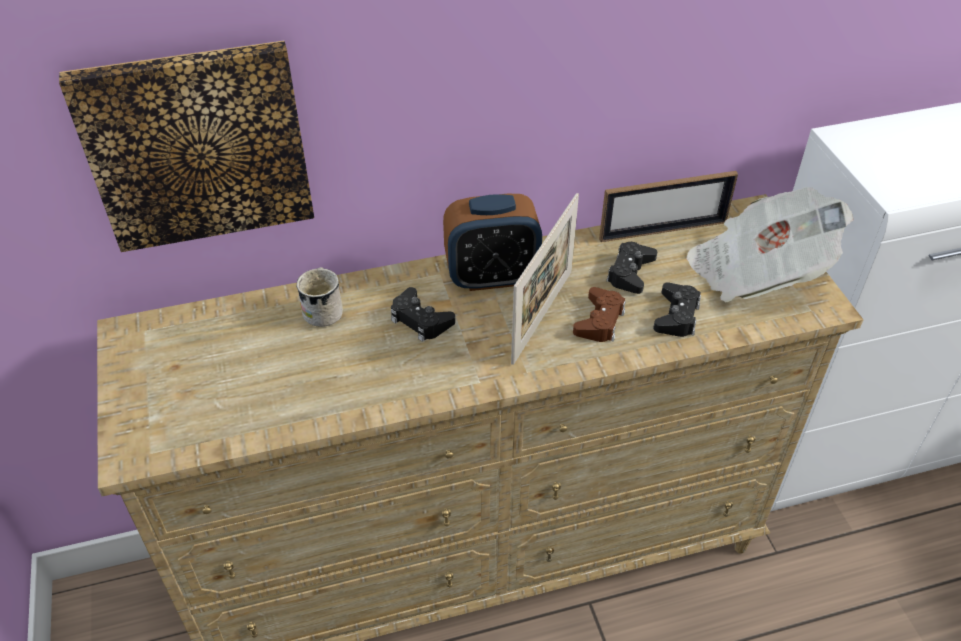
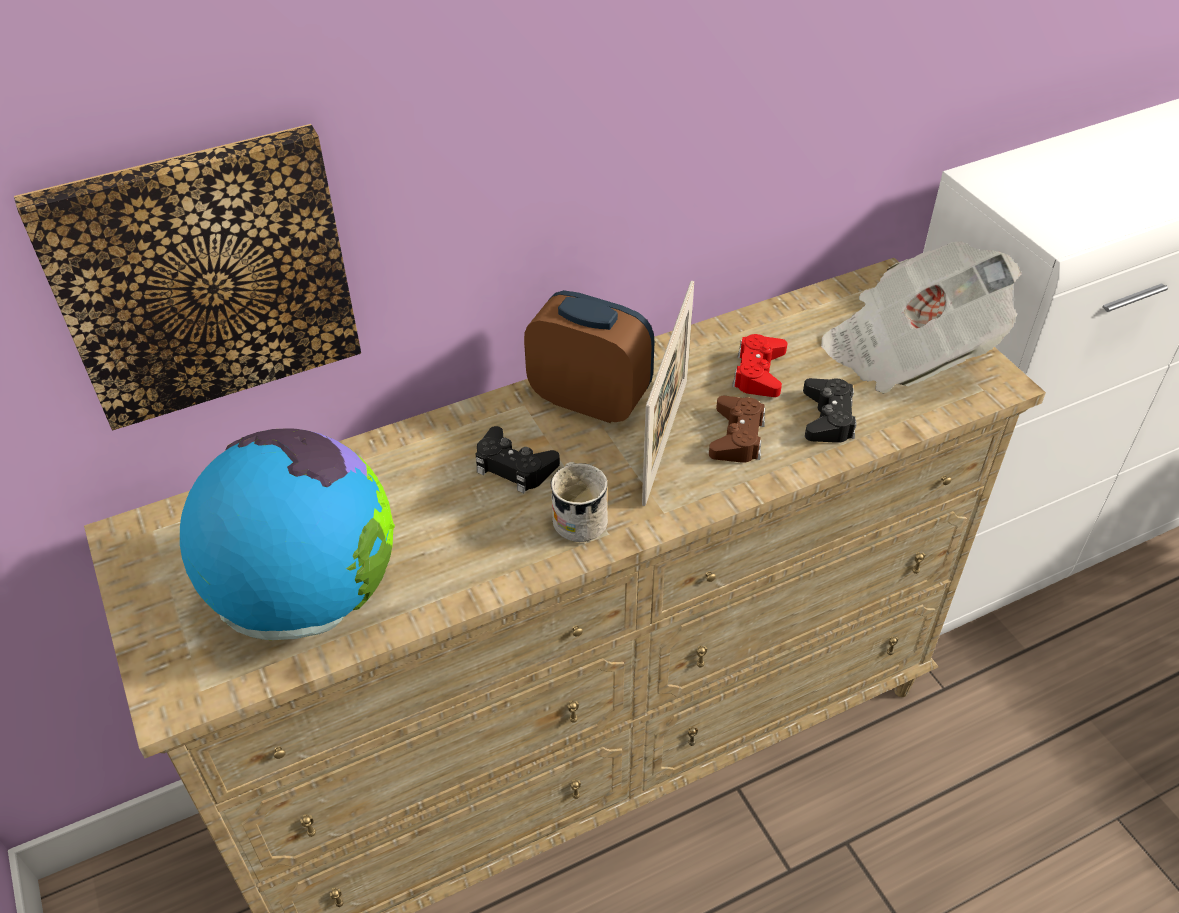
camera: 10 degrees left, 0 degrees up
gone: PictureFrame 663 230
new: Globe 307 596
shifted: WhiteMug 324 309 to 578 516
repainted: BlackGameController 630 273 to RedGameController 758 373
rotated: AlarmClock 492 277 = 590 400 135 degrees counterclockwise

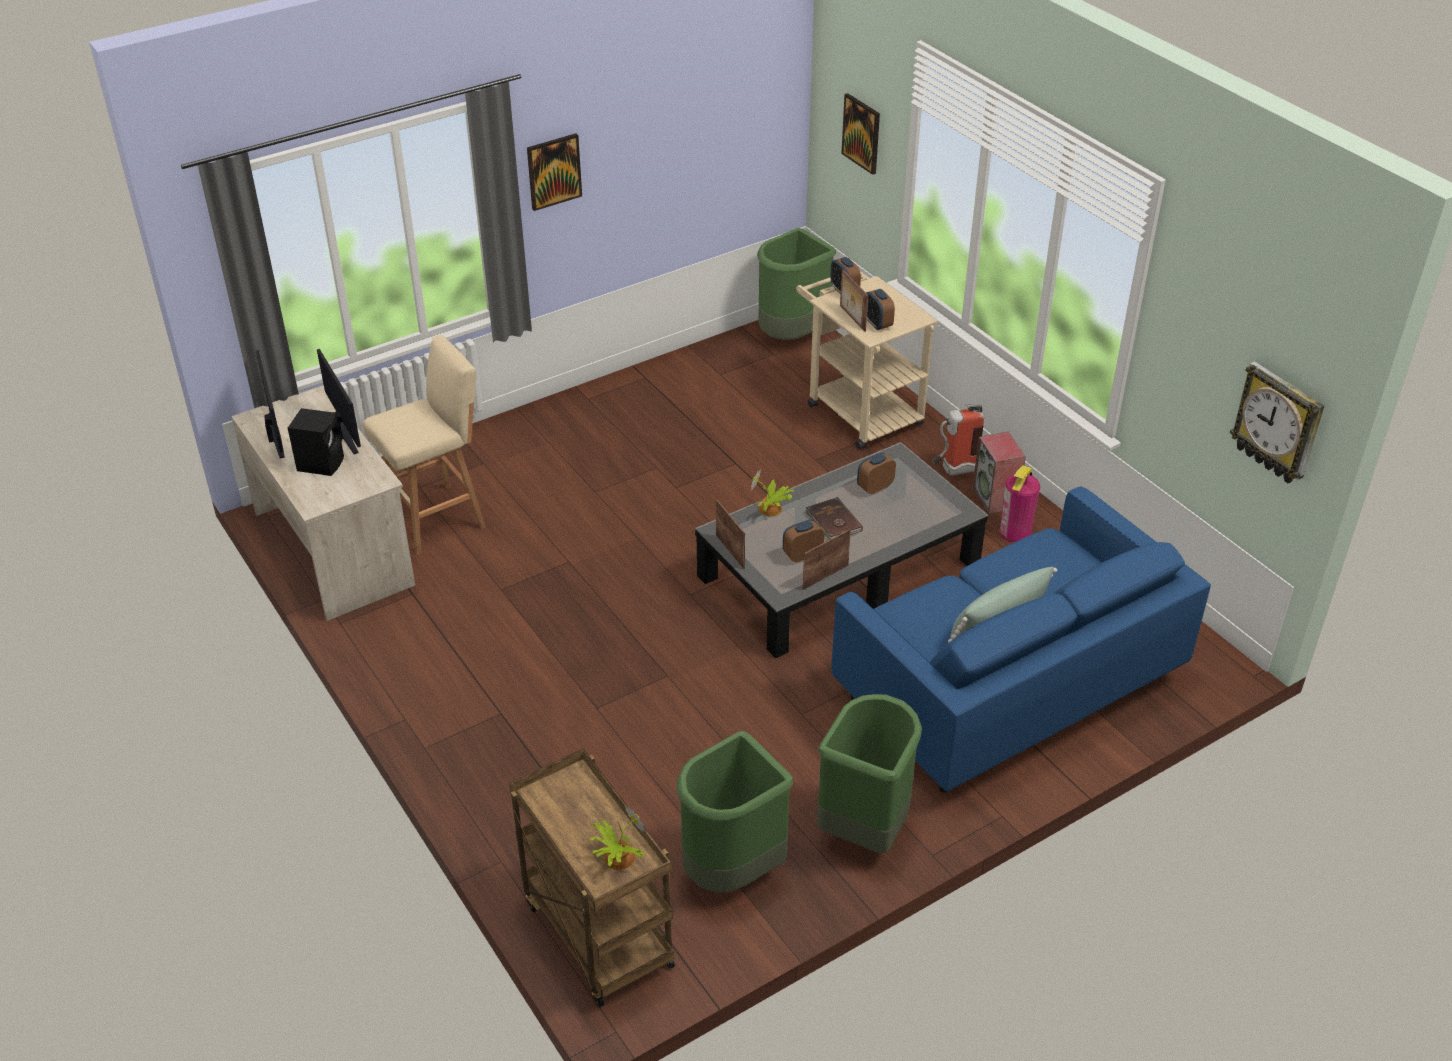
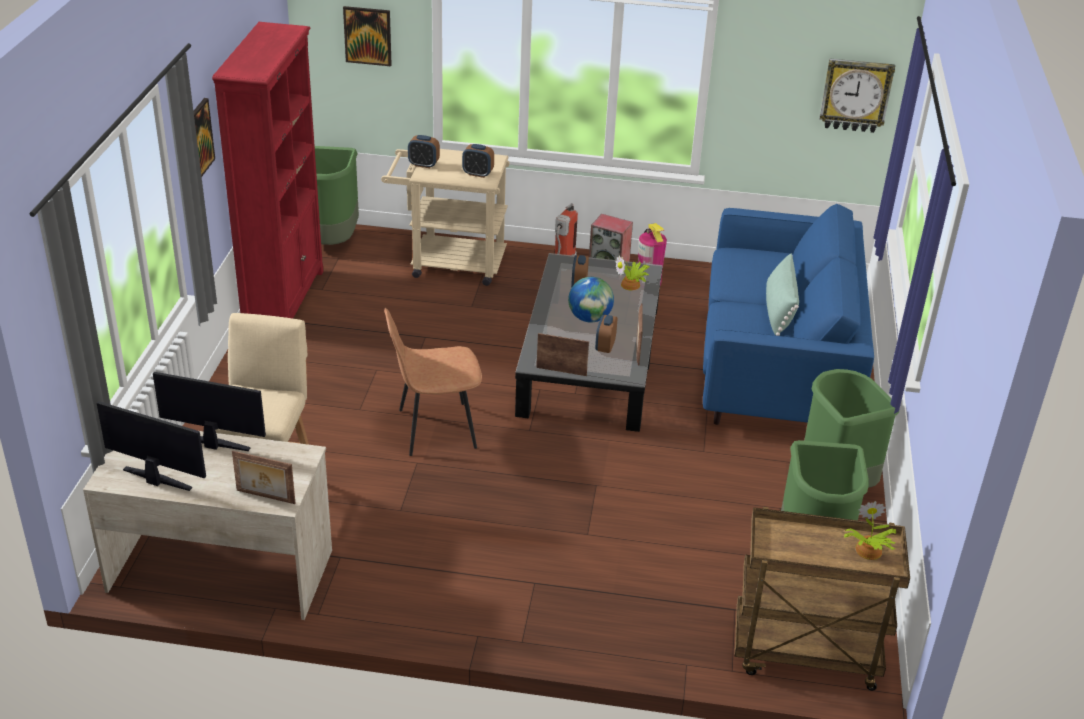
camera: 50 degrees left, 5 degrees down
gone: BlackSpeaker 322 463
new: RedBookcase 284 299; BrownChair 434 429
shifted: PictureFrame 851 318 to 265 497; PottedPlant 771 510 to 631 285
swapped: BrownBook 833 522 to Globe 589 318

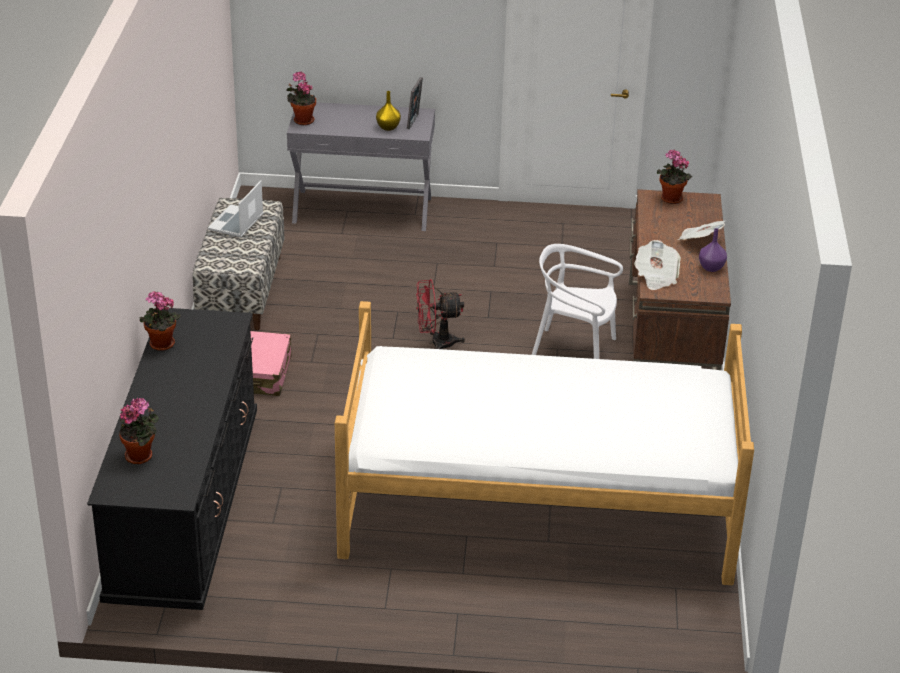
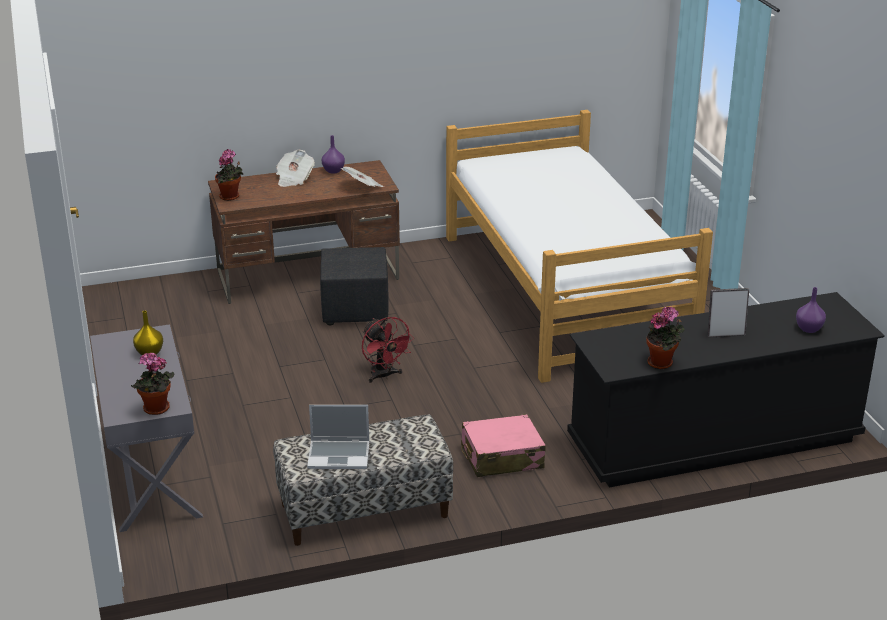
camera: 110 degrees left, 5 degrees down
shifted: PictureFrame 414 122 to 725 334
swapped: WhiteChair 574 352 to BlackOttoman 354 311; PottedPlant 141 456 to PurpleVase 808 328

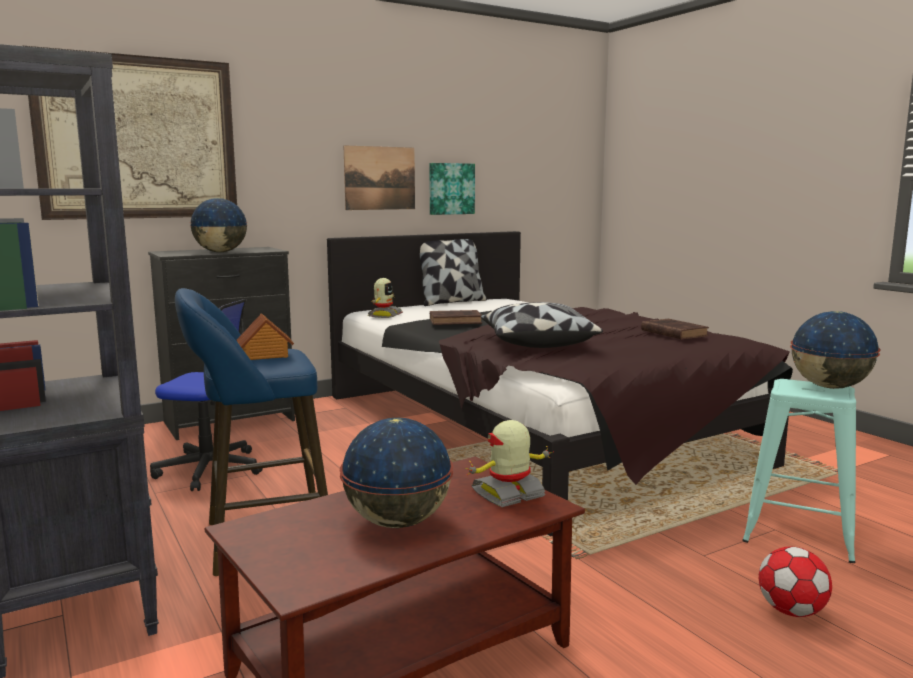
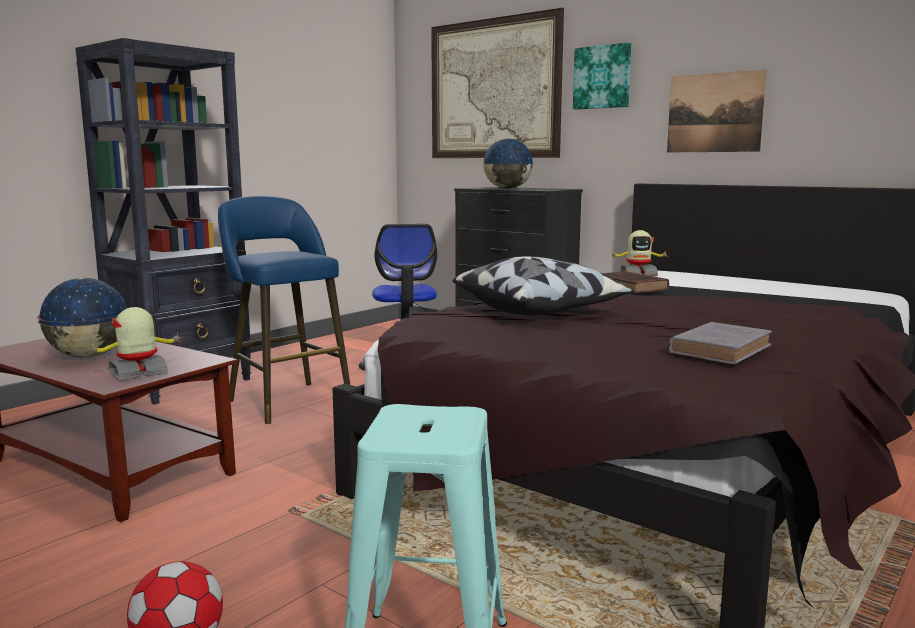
camera: 70 degrees right, 0 degrees up
gone: ToyHouse 265 355; Pillow 451 302; Globe 830 387
shifted: Picture 451 189 to 602 77
repainted: BrownBook 672 333 to GreyBook 721 349
rotated: ToyRobot 509 494 = 138 373 75 degrees counterclockwise

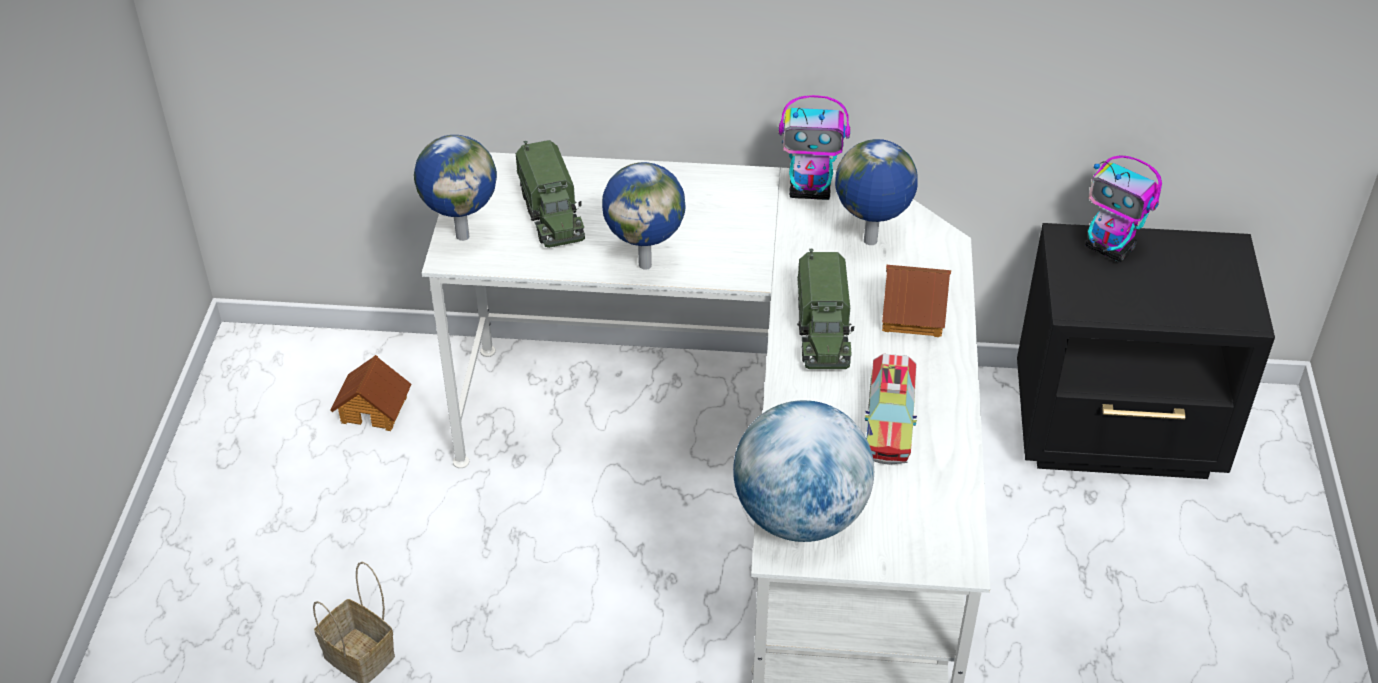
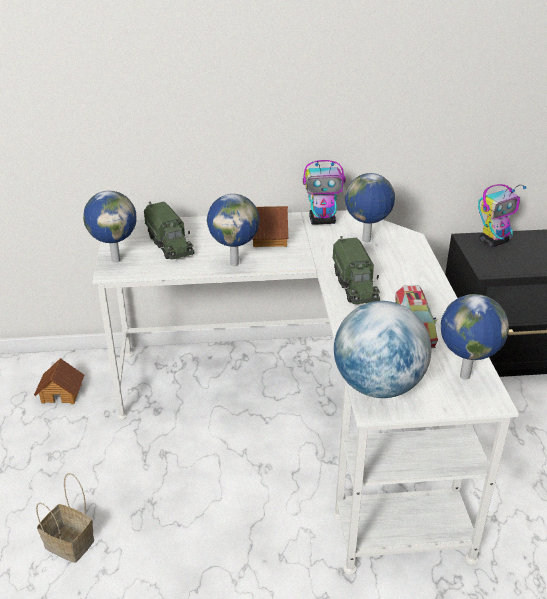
camera: 10 degrees left, 10 degrees down
new: Globe 463 375
shifted: ToyHouse 911 312 to 268 237
rotated: ToyRobot 1110 249 = 494 241 60 degrees counterclockwise

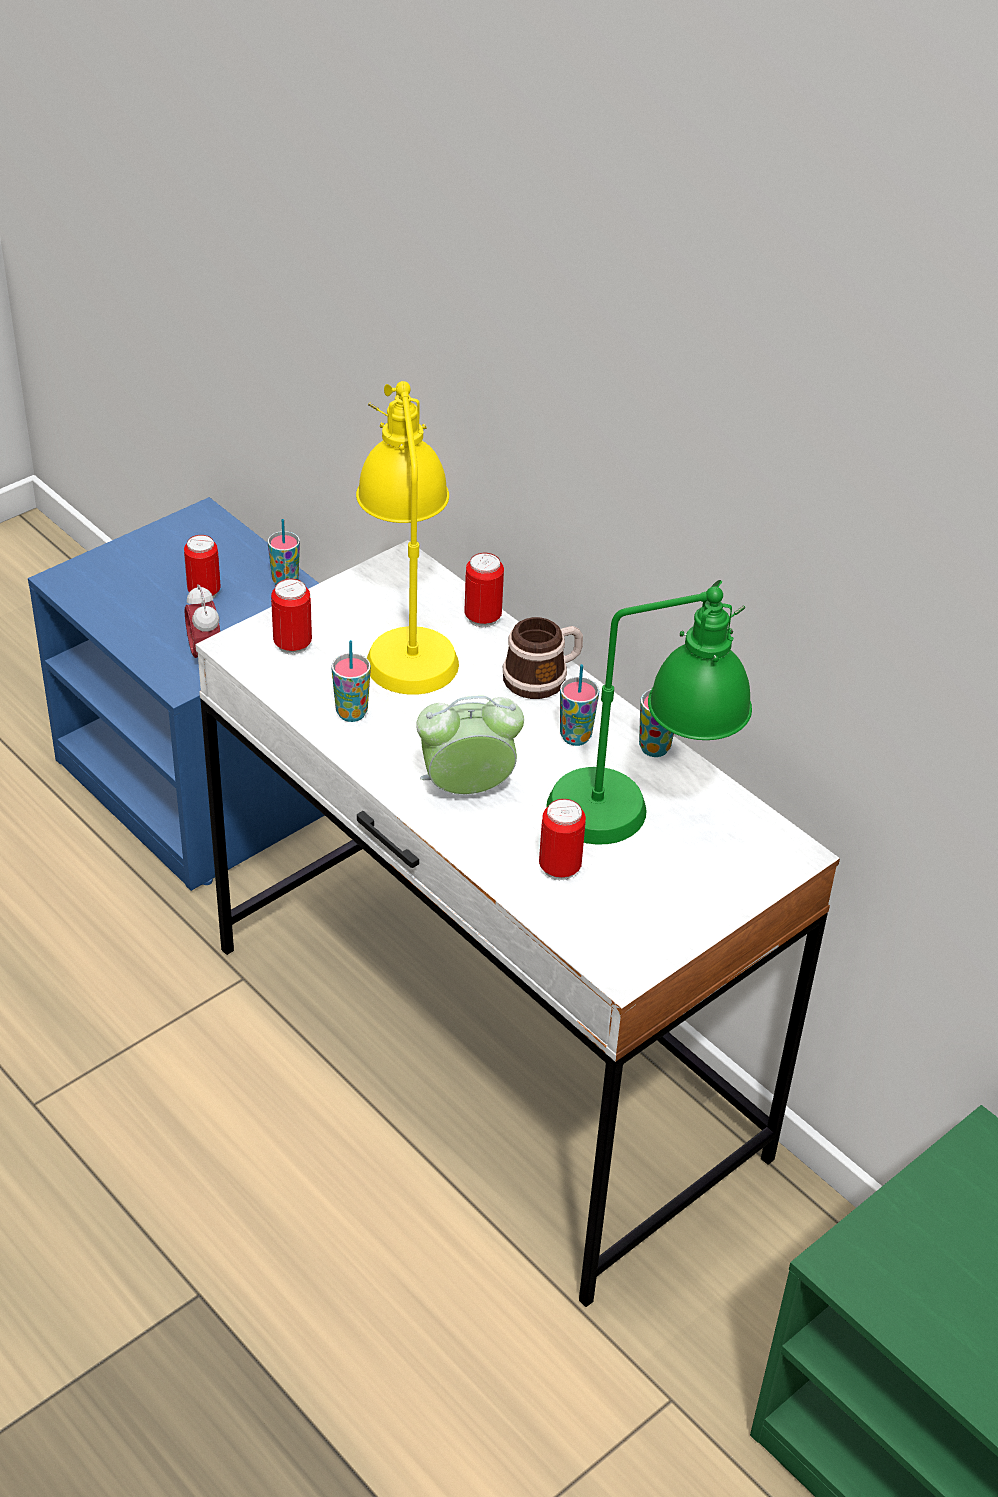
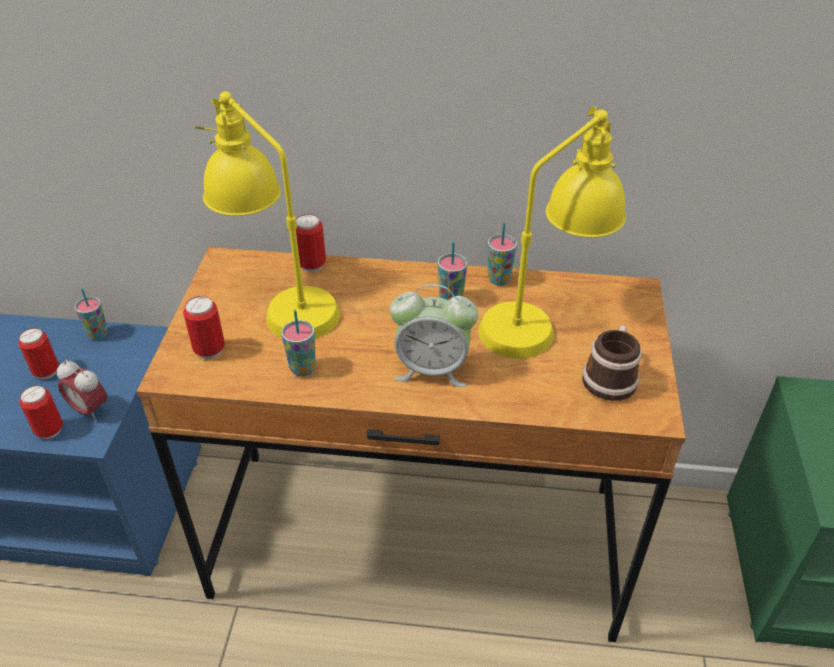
camera: 40 degrees left, 0 degrees up
shifted: Can 559 868 to 49 430; Mug 543 677 to 610 377
repainted: WhiteDesk 486 1052 to BrownDesk 417 541; GreenTableLamp 641 815 to YellowTableLamp 542 320
rotated: AlarmClock 467 789 = 432 369 120 degrees counterclockwise

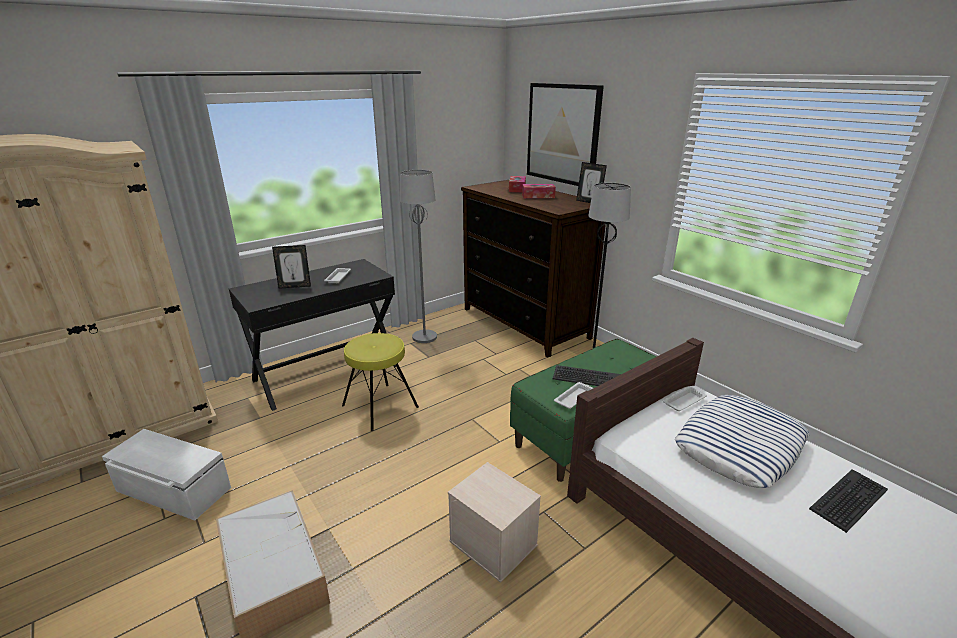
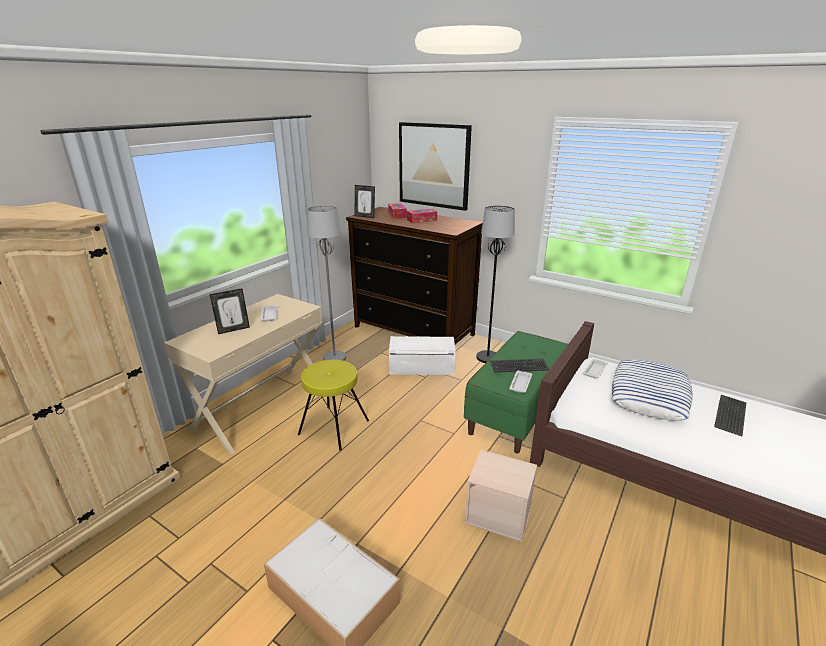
camera: 20 degrees left, 0 degrees up
shifted: PictureFrame 589 202 to 365 216; WhiteStorageBox 172 490 to 422 367
repainted: BlackDesk 326 372 to BeigeDesk 262 407

